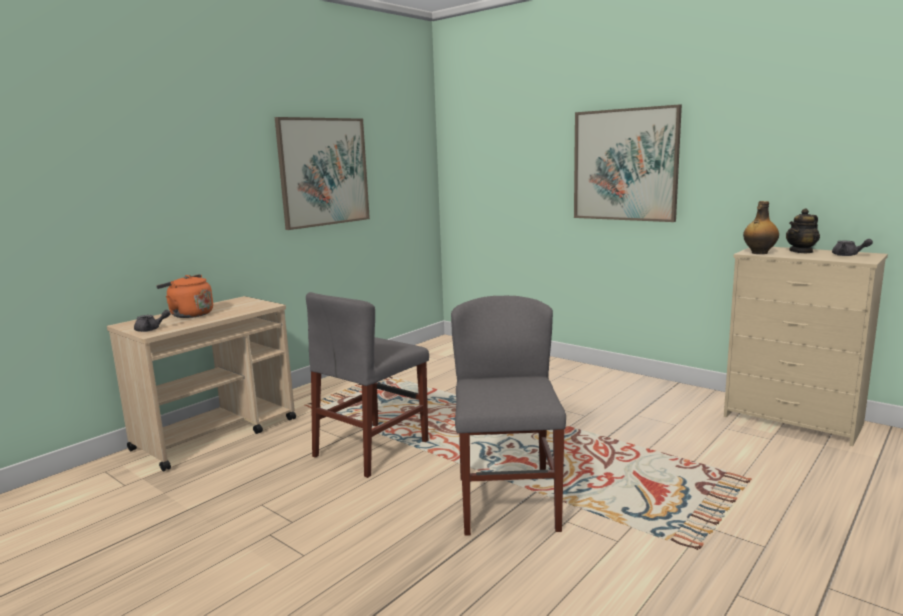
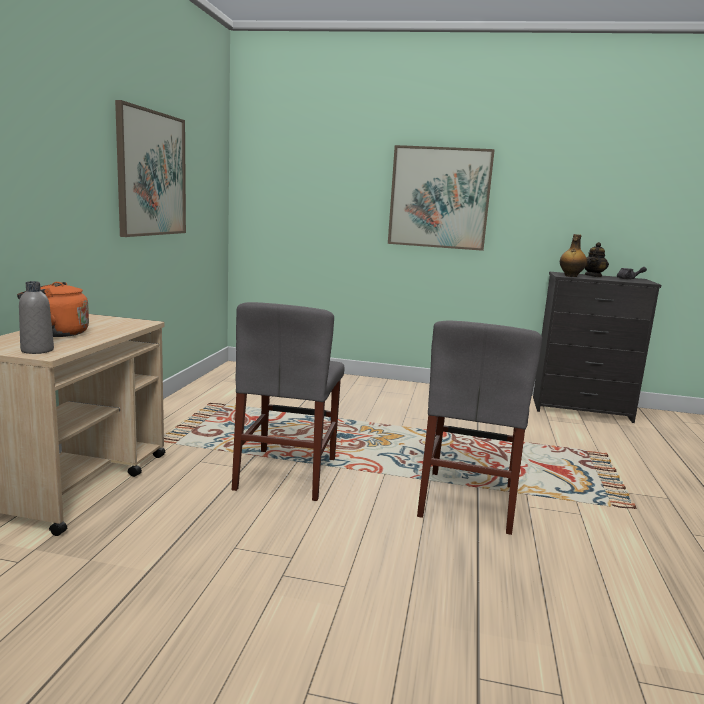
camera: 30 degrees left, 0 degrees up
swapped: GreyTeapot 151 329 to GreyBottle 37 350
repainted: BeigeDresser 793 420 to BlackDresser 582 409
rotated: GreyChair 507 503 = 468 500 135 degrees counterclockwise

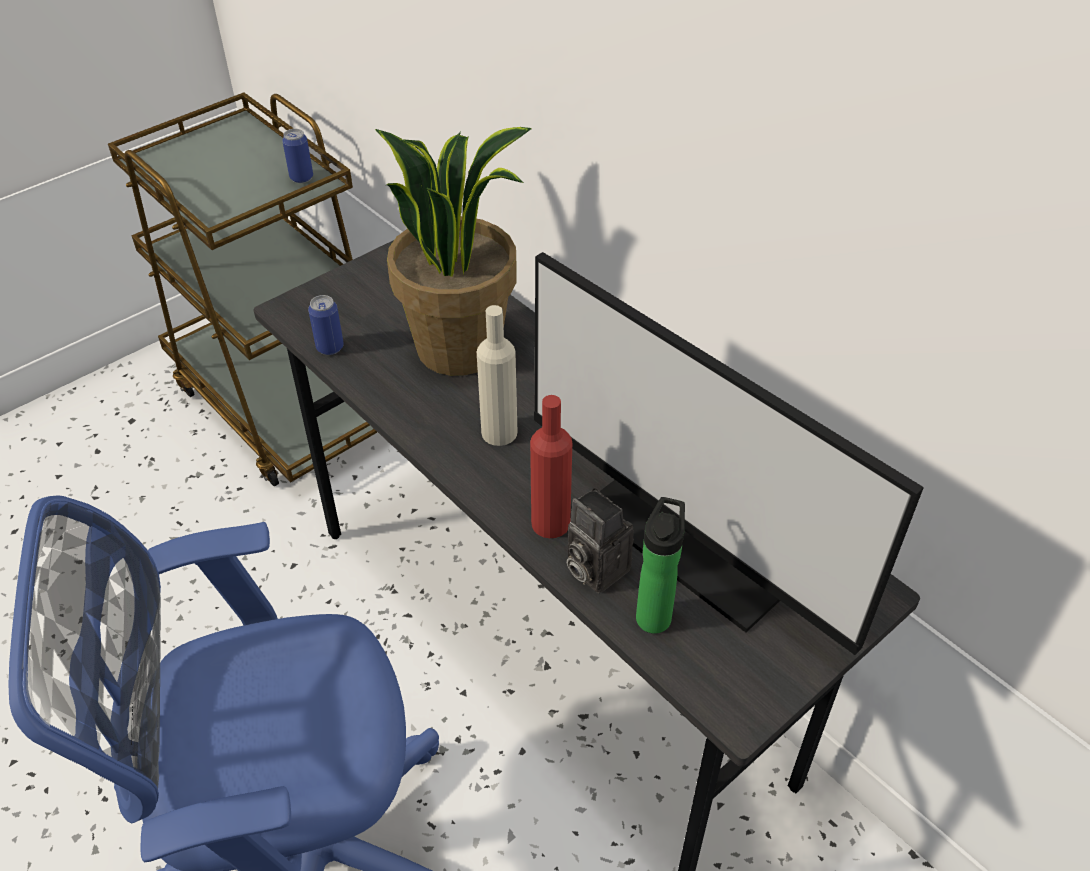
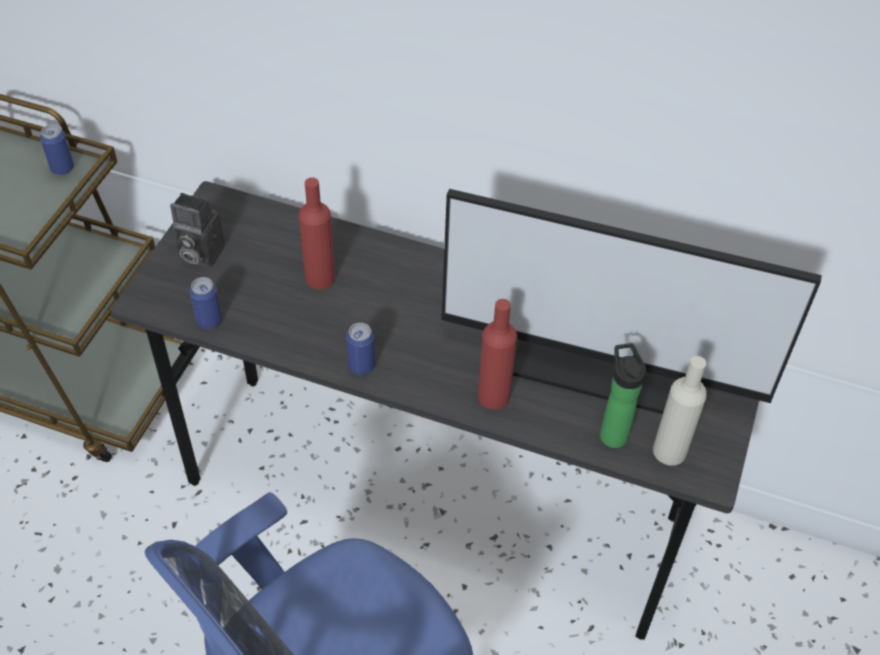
camera: 30 degrees left, 5 degrees up
new: Can 361 366
shifted: PhotoCamera 593 568 to 199 254; BeigeBottle 499 432 to 669 451
swapped: PottedPlant 460 346 to RedBottle 320 278

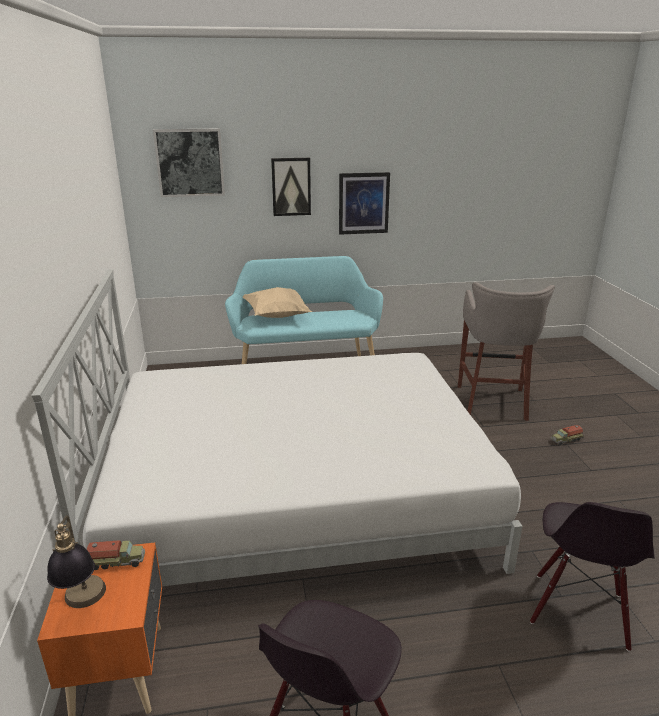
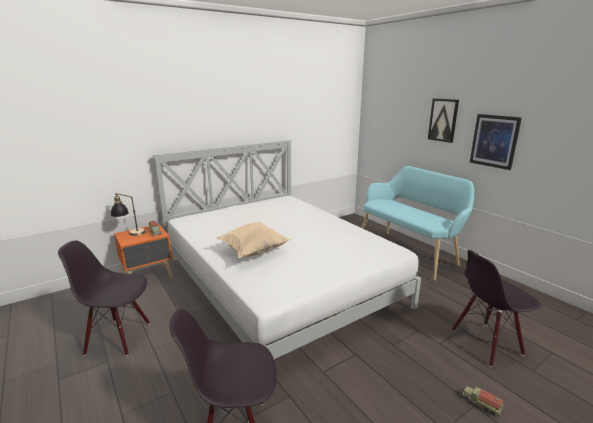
camera: 65 degrees right, 5 degrees down
gone: Picture 190 163
shifted: BeigePillow 277 317 to 252 252
swapped: GreyStool 493 403 to BlackChair 486 343

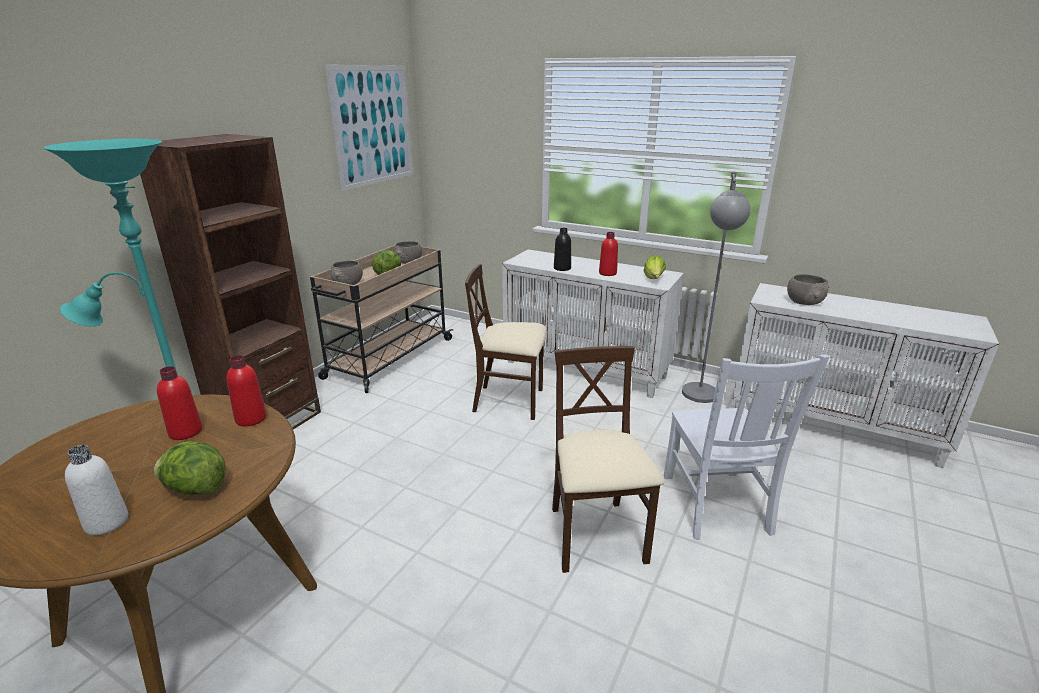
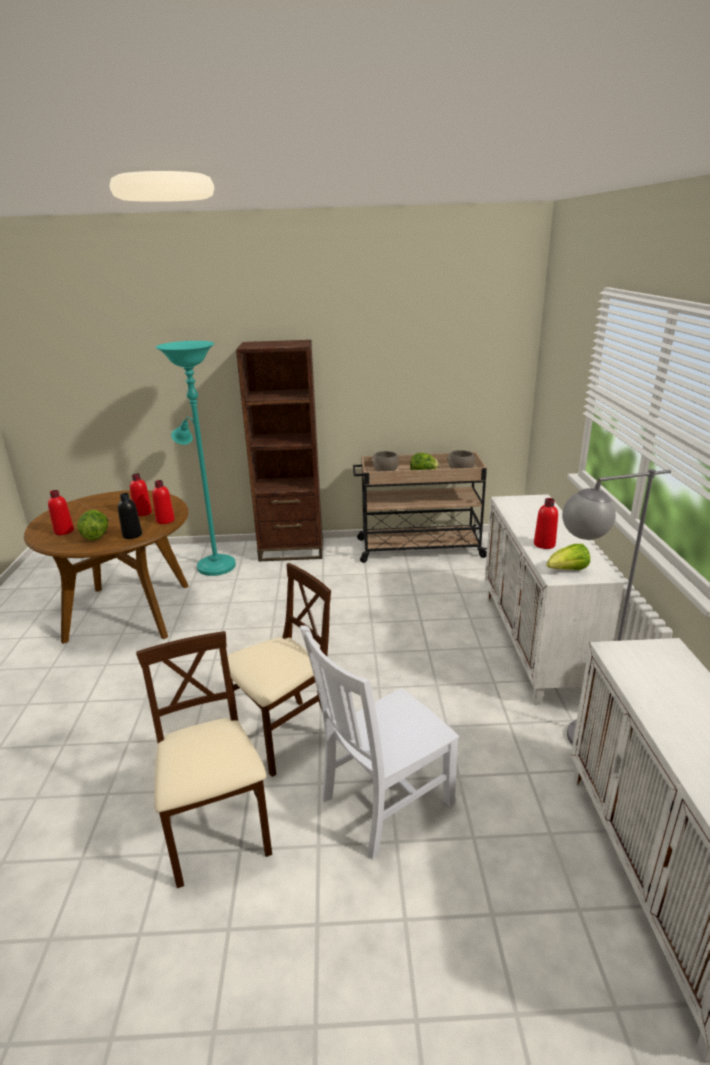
camera: 60 degrees right, 0 degrees up
gone: Picture 373 126; GreyBowl 804 302
shifted: BlackBottle 562 268 to 132 535; BeigeChair 509 401 to 218 833
repainted: WhiteBottle 107 522 to RedBottle 64 531

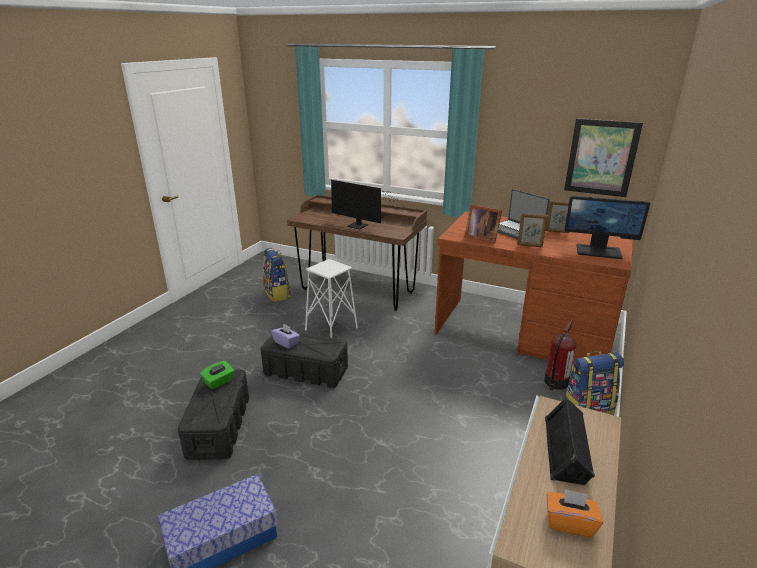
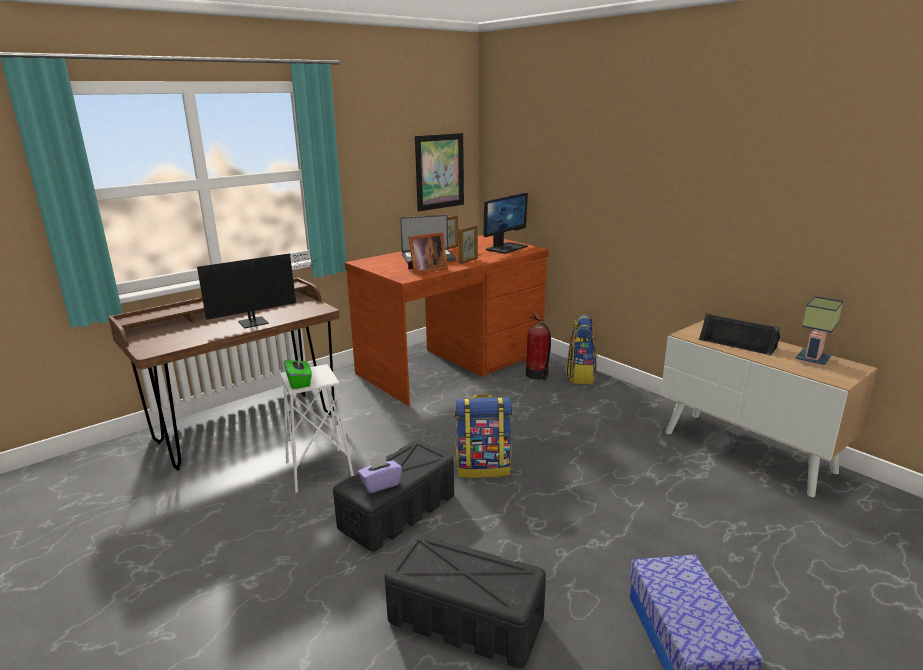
camera: 65 degrees left, 5 degrees down
shifted: GreenTissueBox 219 382 to 299 382; Backpack 277 294 to 483 467
swapped: OrangeTissueBox 569 523 to TableLamp 814 361

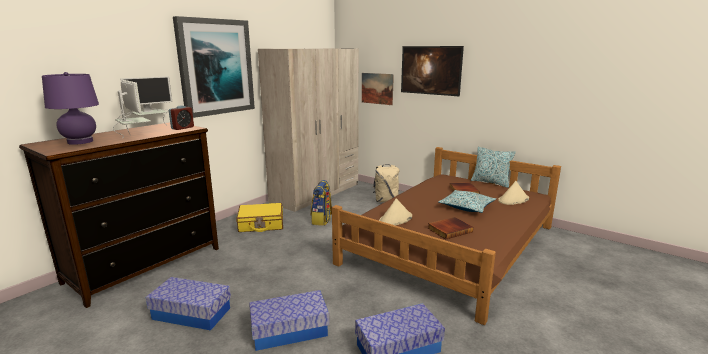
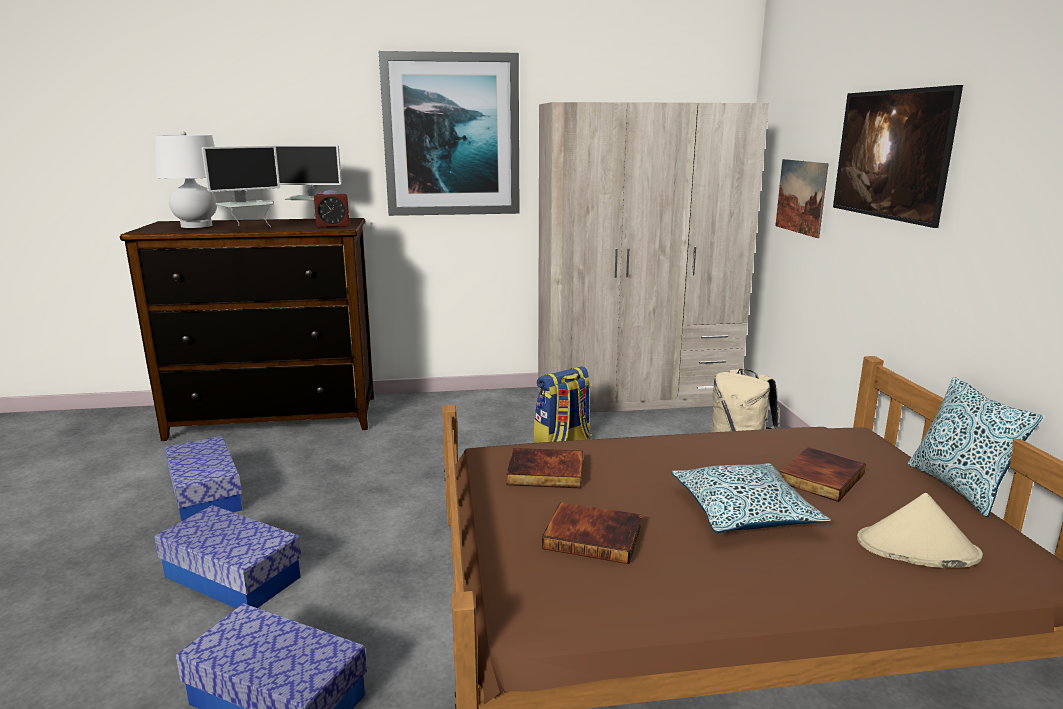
camera: 45 degrees right, 0 degrees up
gone: YellowSuitcase 261 224
swapped: BeigeHat 395 219 to Book 545 473
repainted: PurpleTableLamp 80 142 to WhiteTableLamp 196 226
rotated: Monitor 134 137 = 248 229 45 degrees clockwise

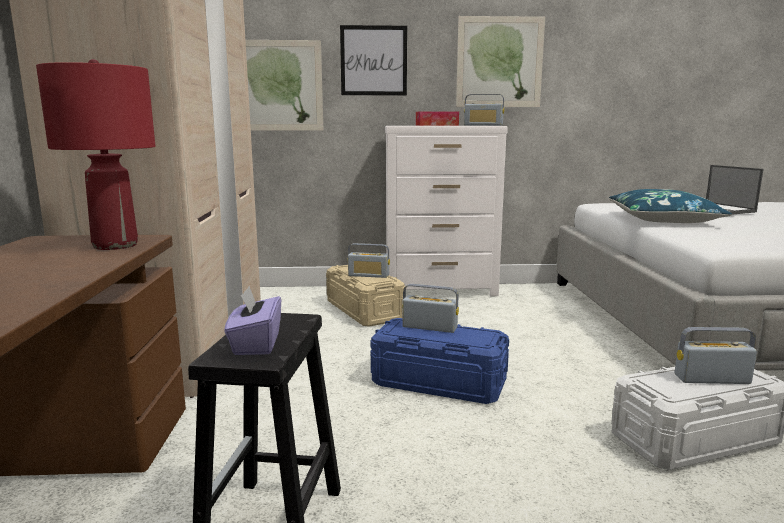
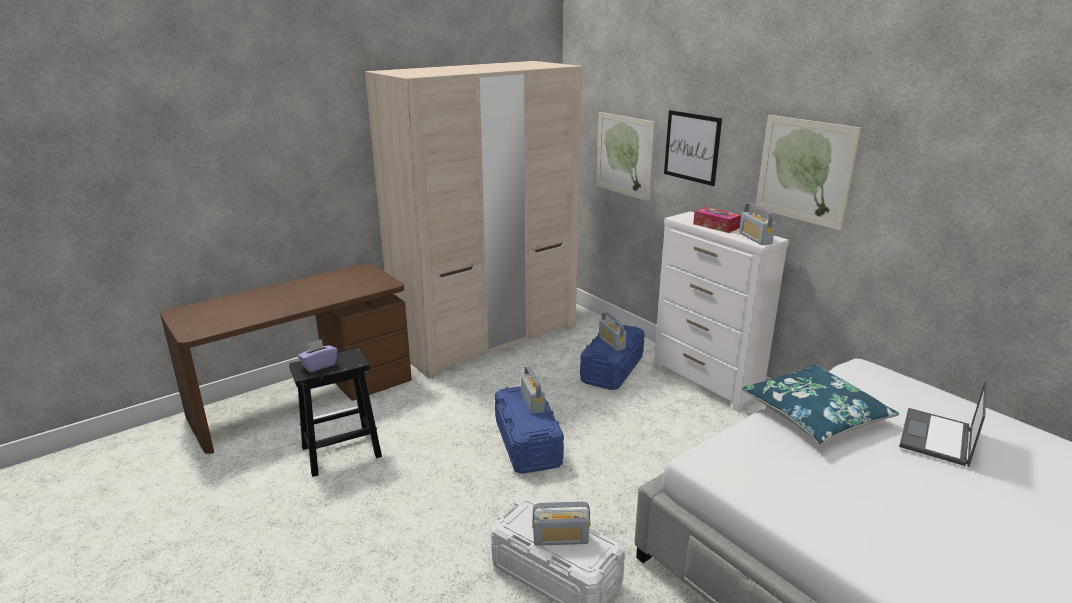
camera: 55 degrees right, 10 degrees up
gone: RedTableLamp 115 245
repainted: BeigeStorageBox 364 310 to BlueStorageBox 612 369
rotated: Radio 711 379 = 560 539 120 degrees clockwise

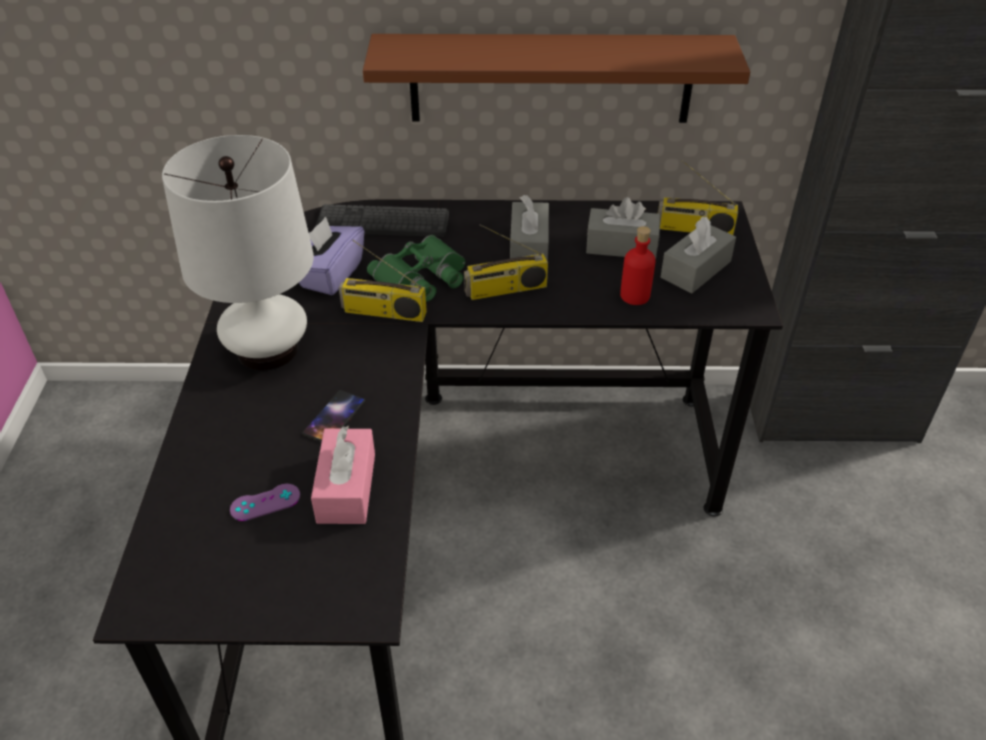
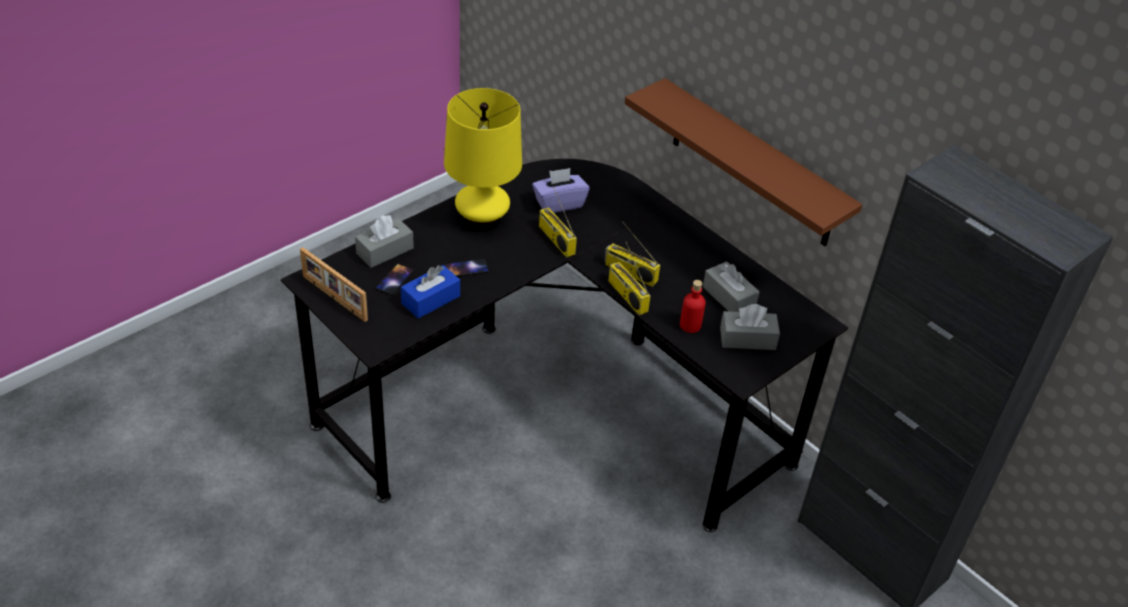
camera: 45 degrees right, 0 degrees up
gone: Keyboard 383 222; GreenBinoculars 422 278
new: PictureFrame 333 298
shifted: GreyTissueBox 529 246 to 385 251; Radio 694 229 to 626 296
swapped: PurpleGameController 265 502 to Phone 394 280
repainted: PinkTissueBox 346 488 to BlueTissueBox 431 300; WhiteTableLamp 267 349 to YellowTableLamp 482 218

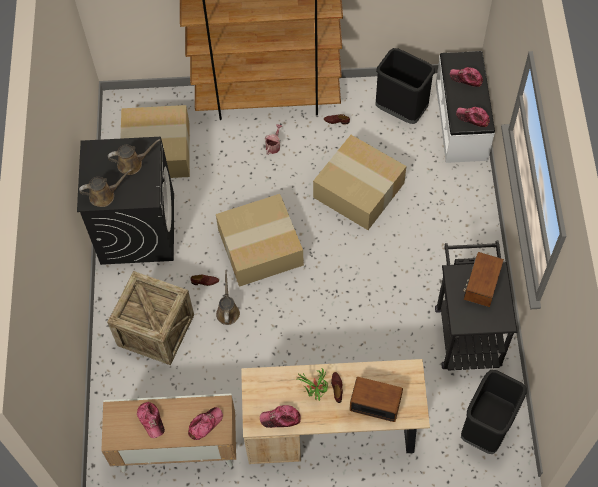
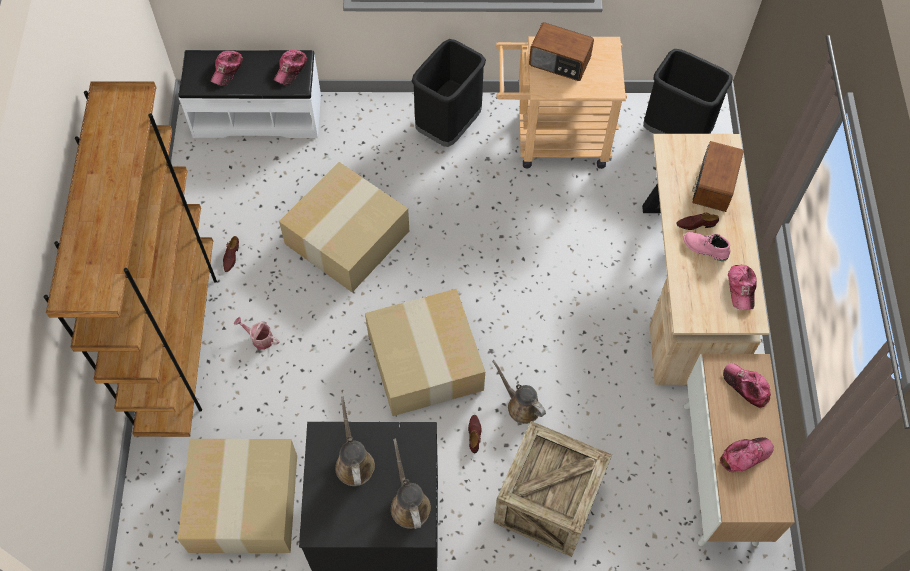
camera: 90 degrees left, 0 degrees up
shifted: BlackTrashCan 401 110 to 448 126
swapped: PottedPlant 314 393 to PinkBoot 704 249
repainted: BlackCart 466 329 to BeigeCart 553 139
rotated: BrownWateringCan 228 311 = 521 405 45 degrees clockwise

